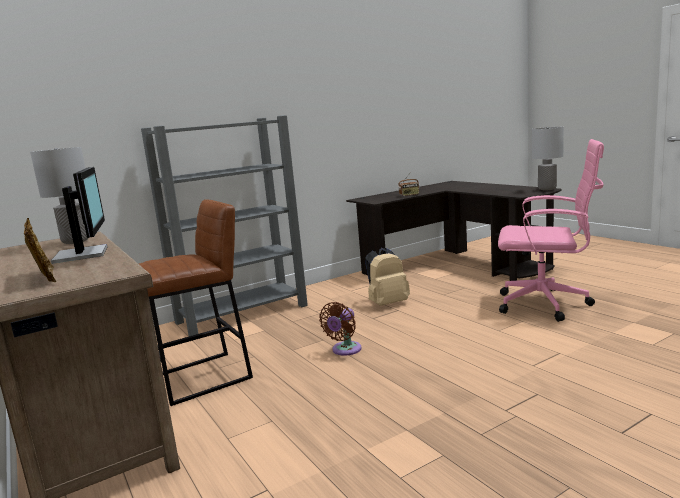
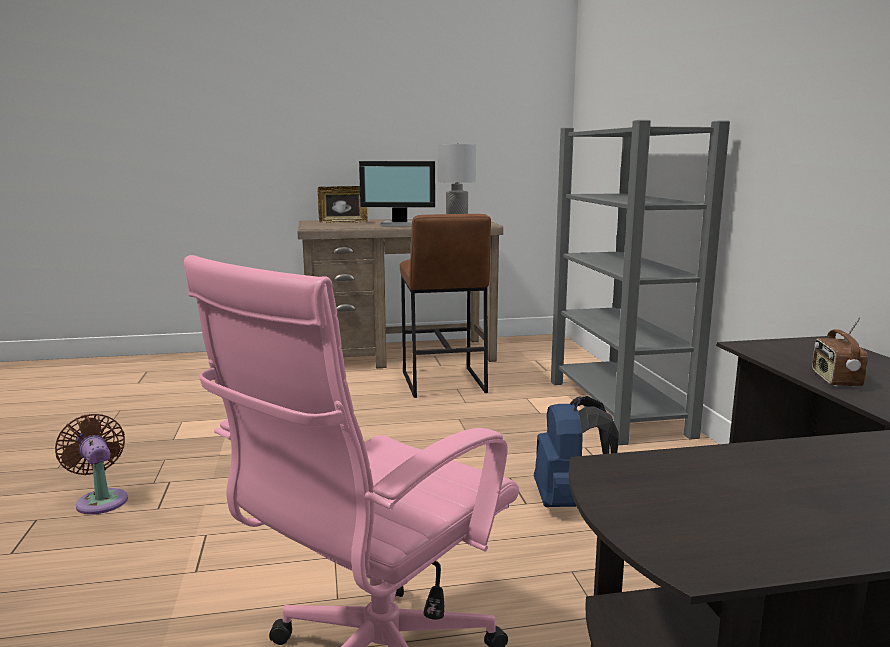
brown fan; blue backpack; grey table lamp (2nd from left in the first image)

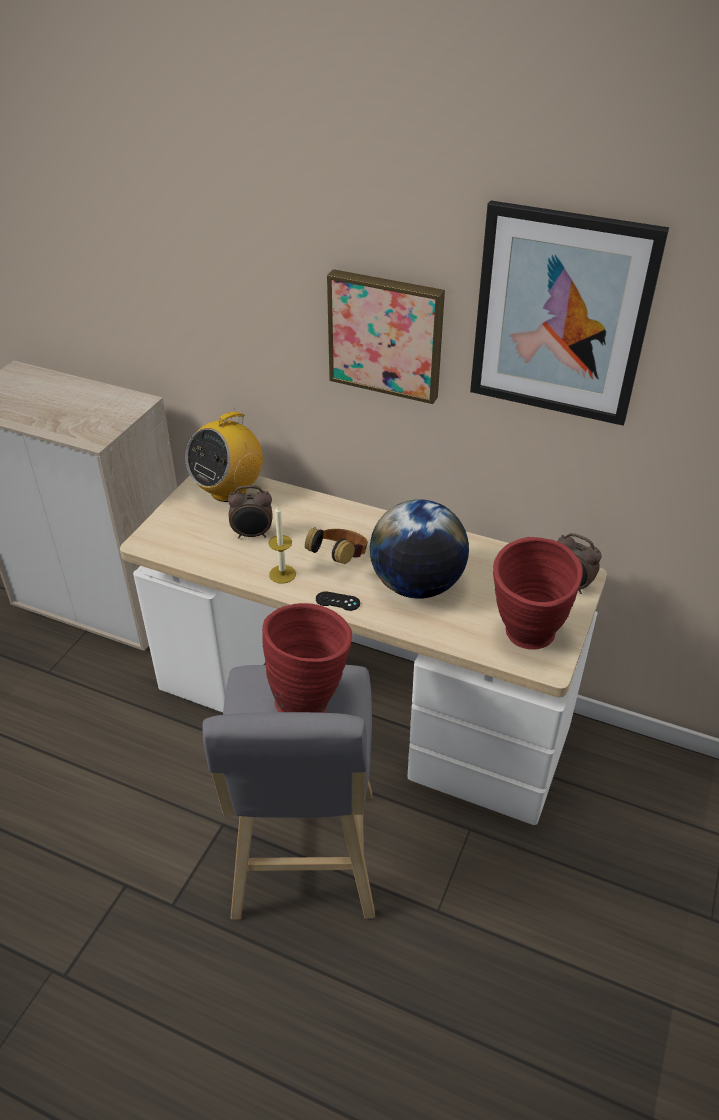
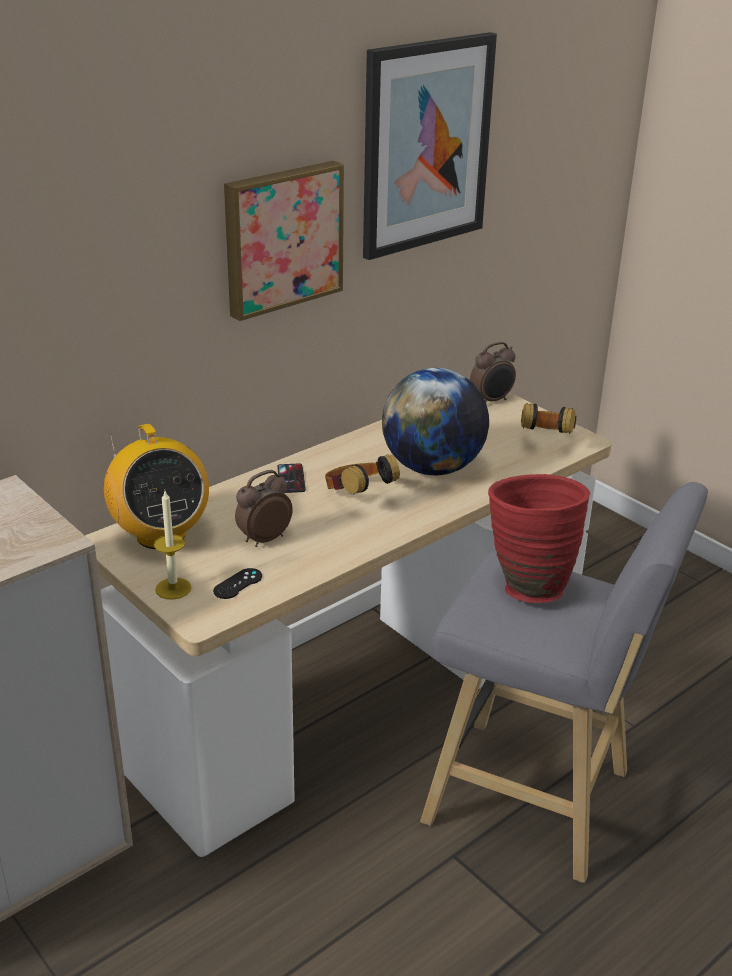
candle; black game controller; alarm clock (1st from left); phone; headphones (2nd from left)

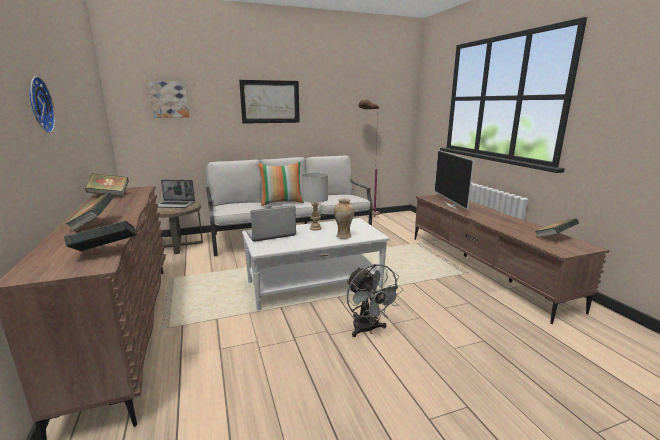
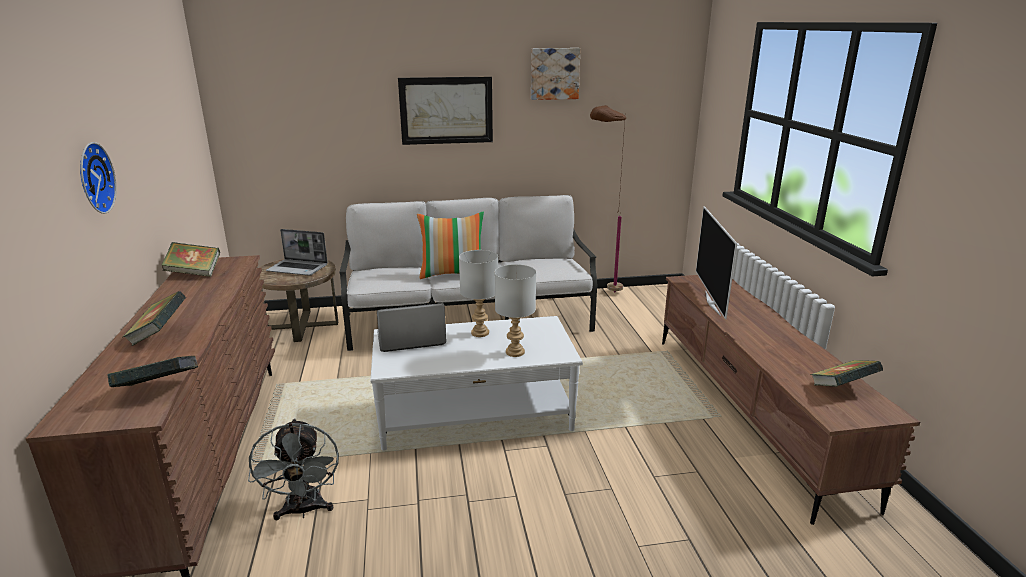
grey fan; grey table lamp (2nd from left); picture (2nd from left)

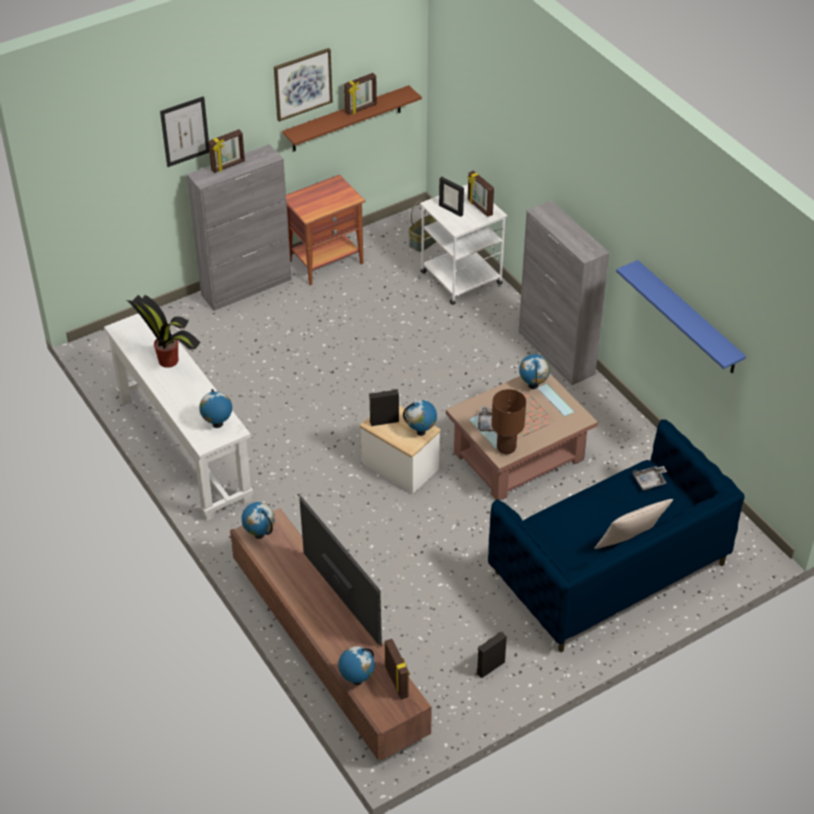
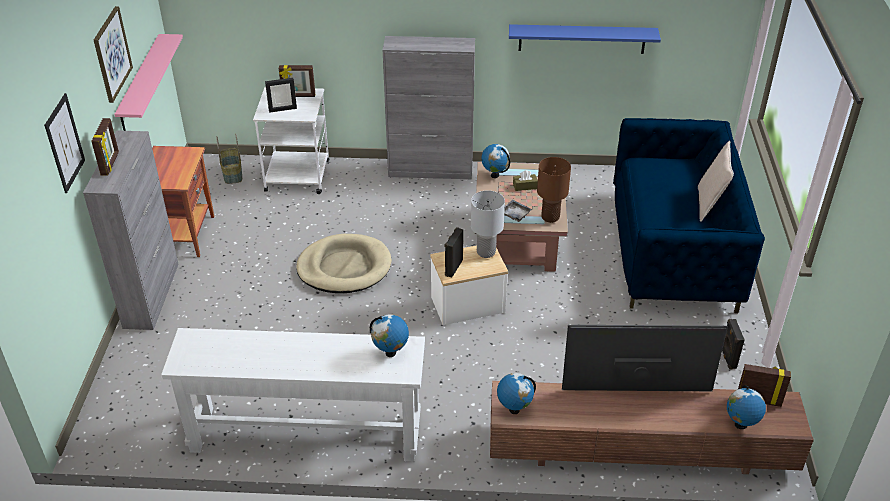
pink shelf; beige dog bed; grey table lamp; brown tissue box; potted plant; picture frame (2nd from left in the first image); grey tray (2nd from left in the first image)

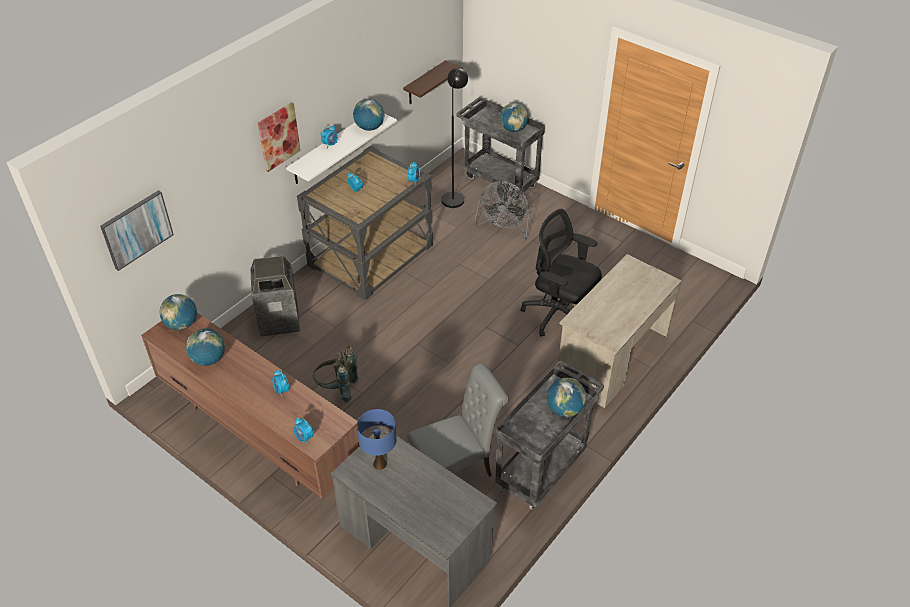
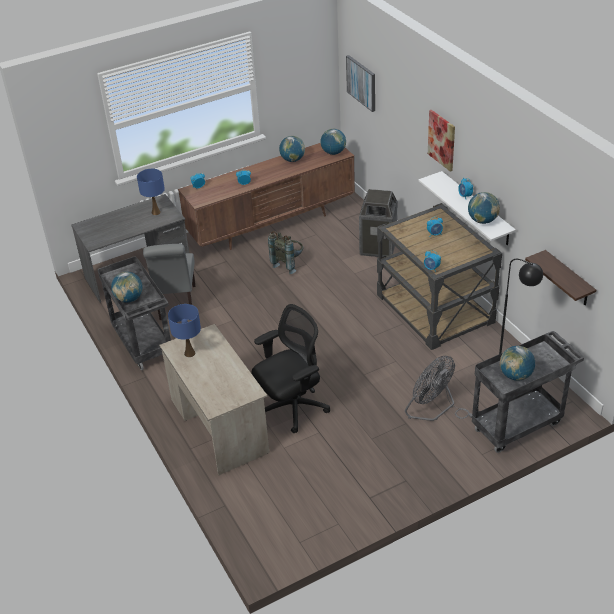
blue table lamp (2nd from left)

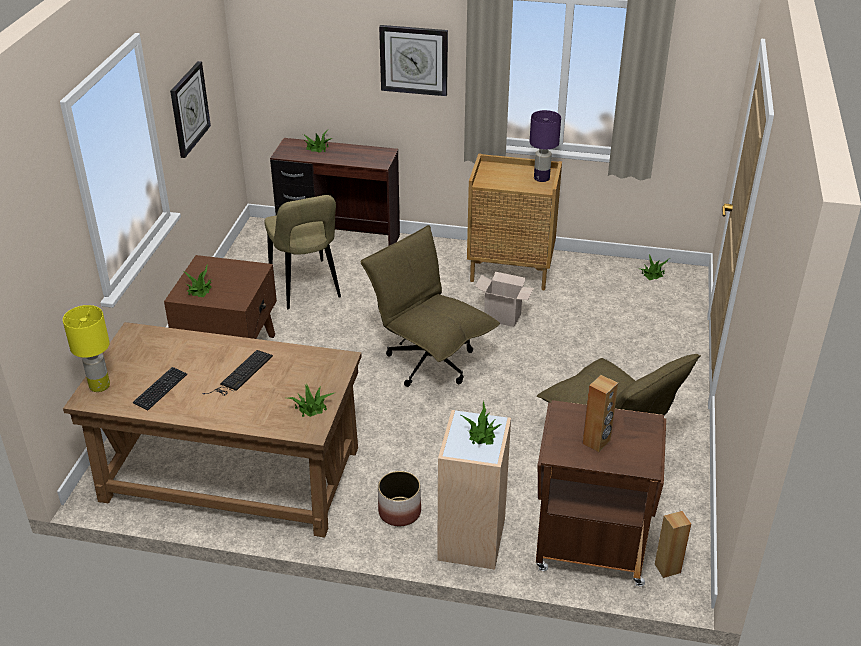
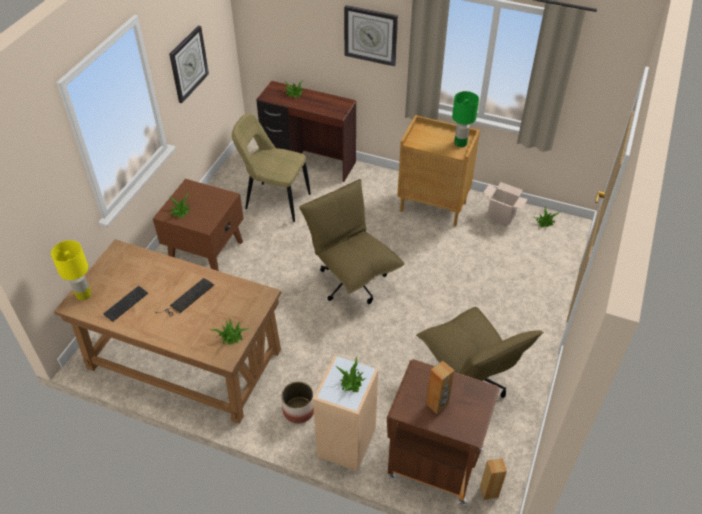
beige chair; green table lamp; cardboard box

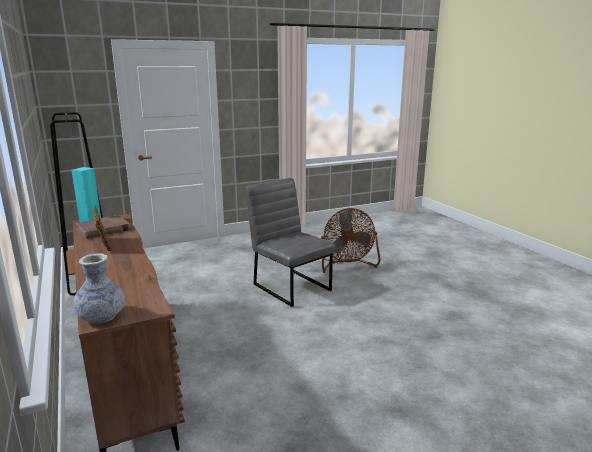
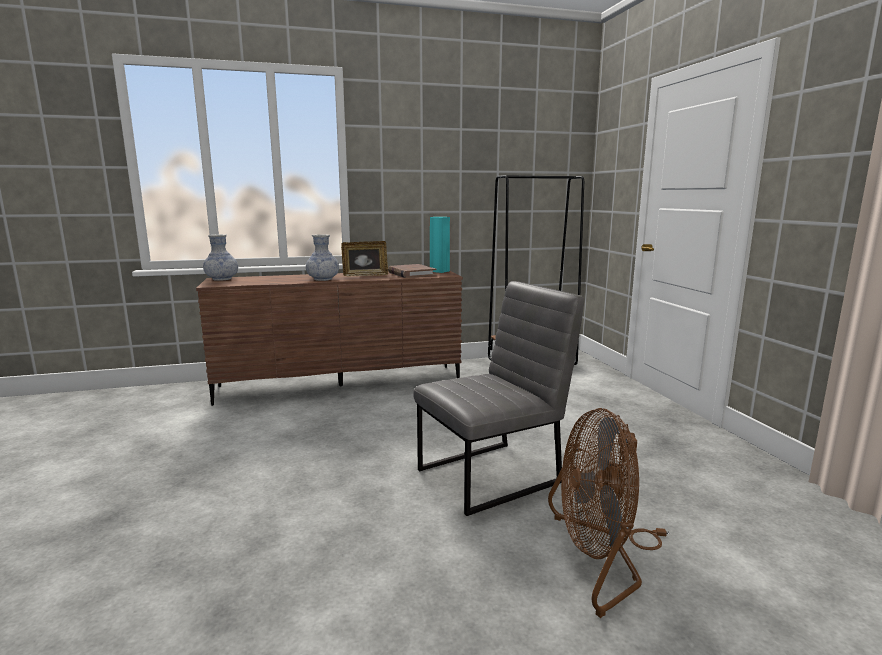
vase (2nd from left)

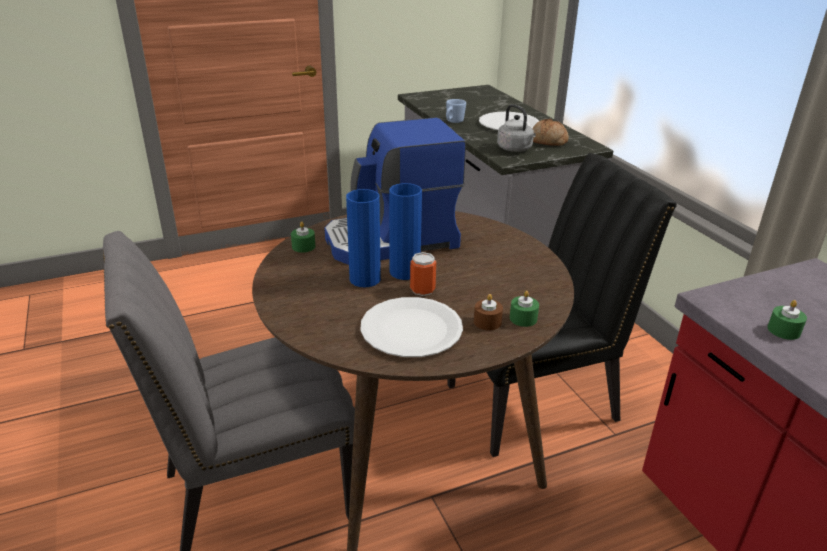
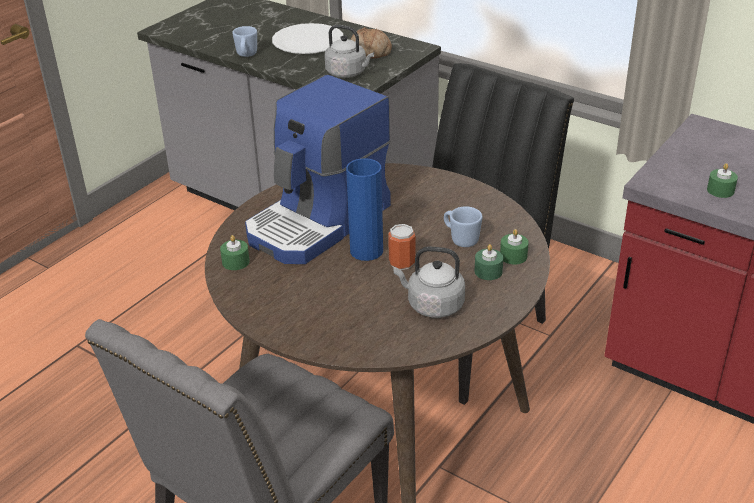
grey kettle (2nd from left); blue mug (2nd from left); green candle (2nd from left); blue vase (1st from left in the first image)

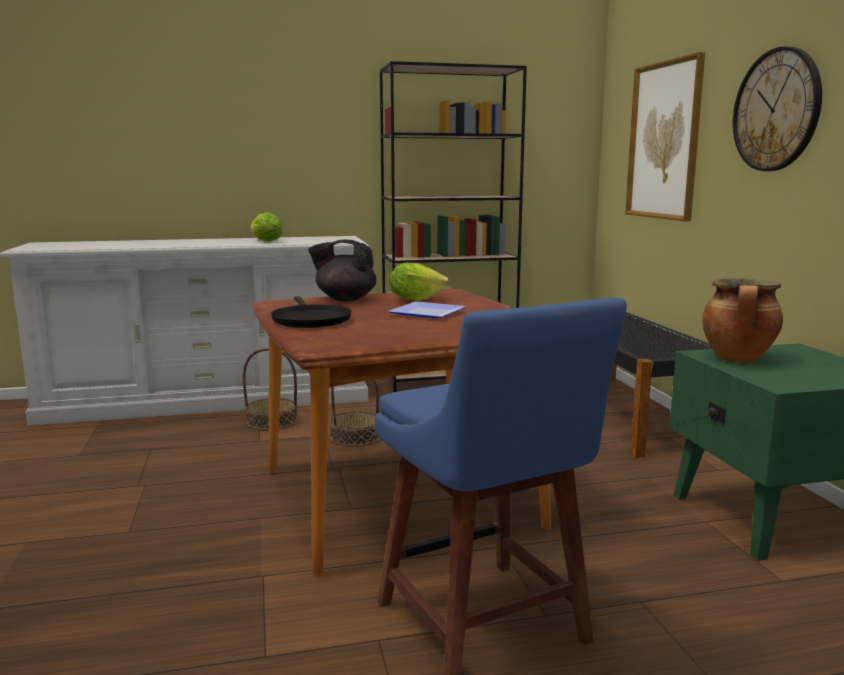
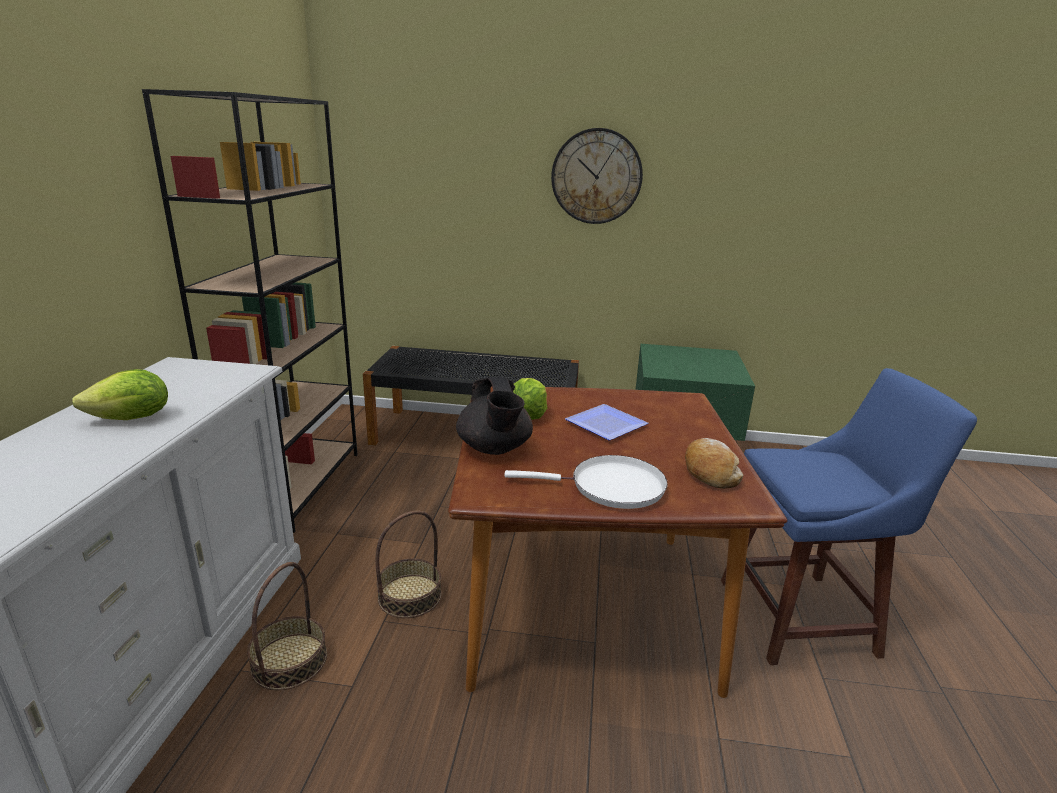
black teapot; white frying pan; bread; picture; cooking pot

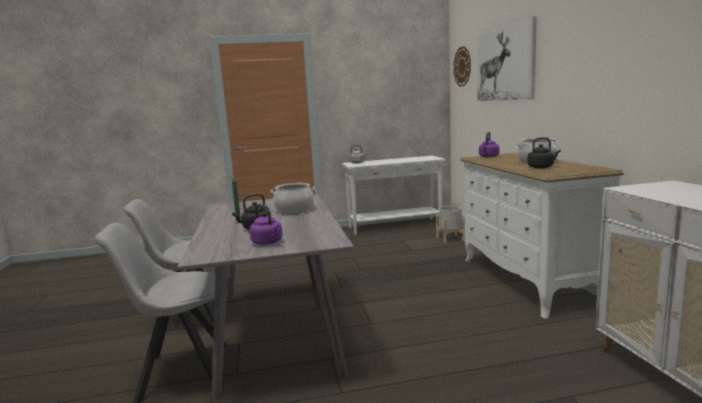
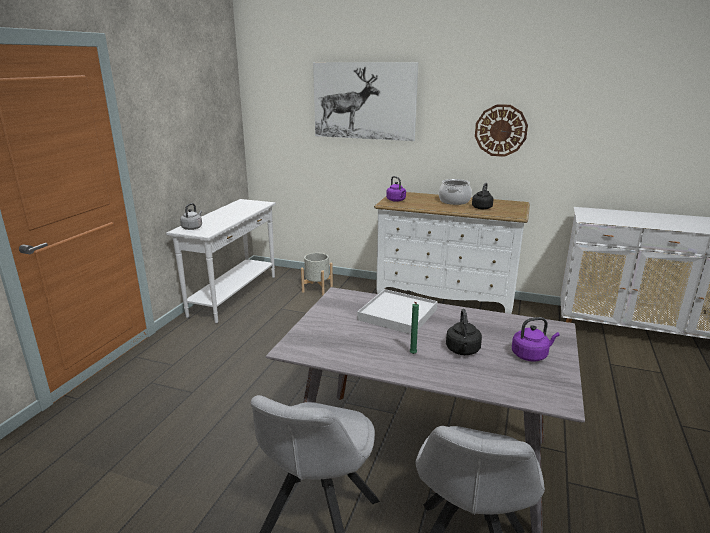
white tray; wall clock

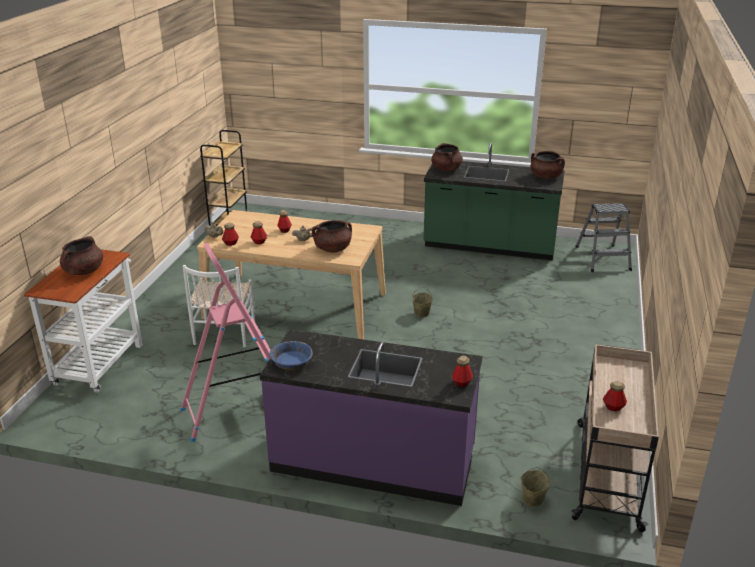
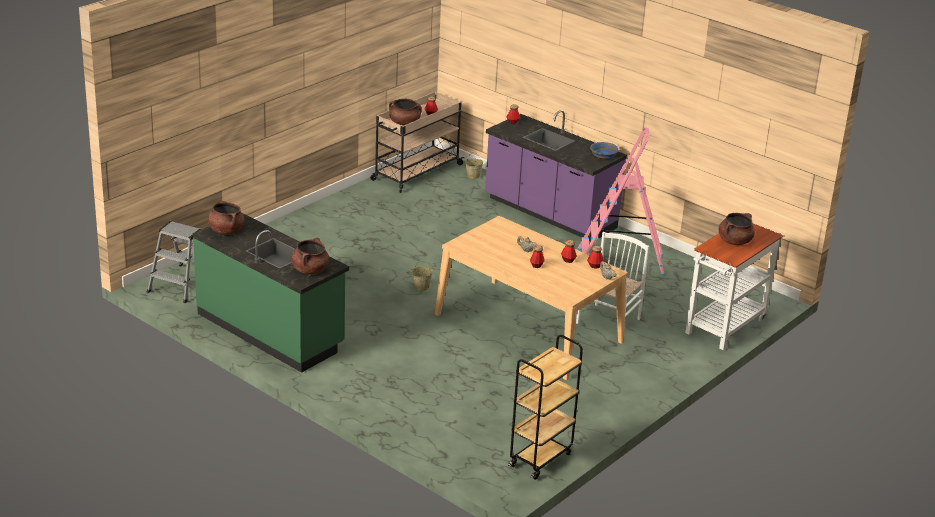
brown cooking pot (3rd from left)

